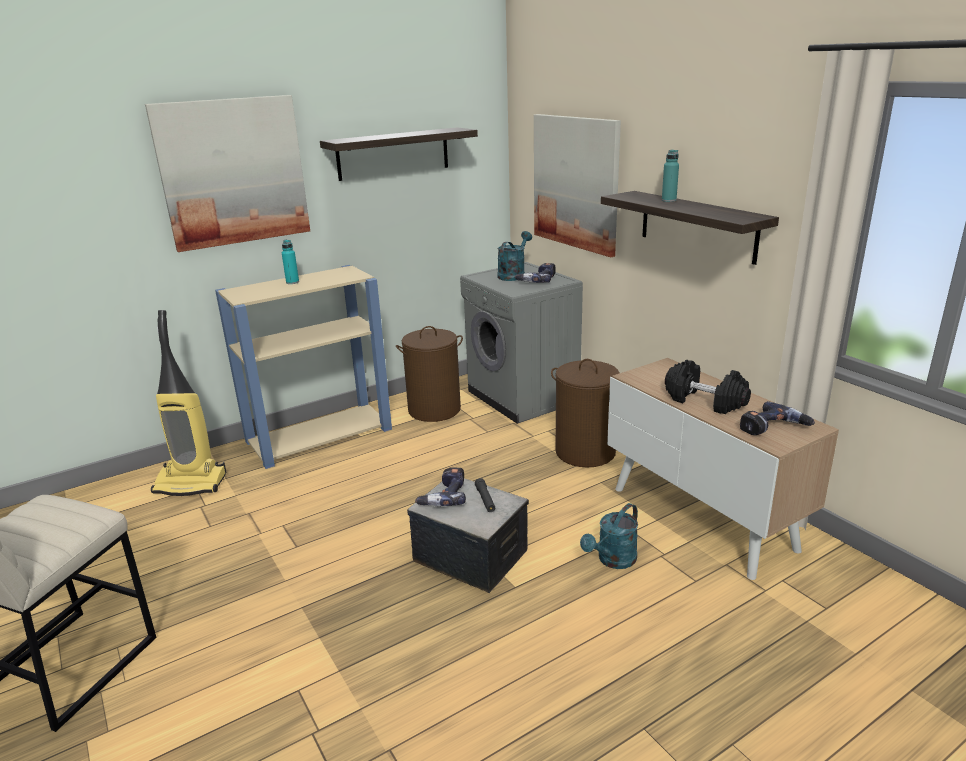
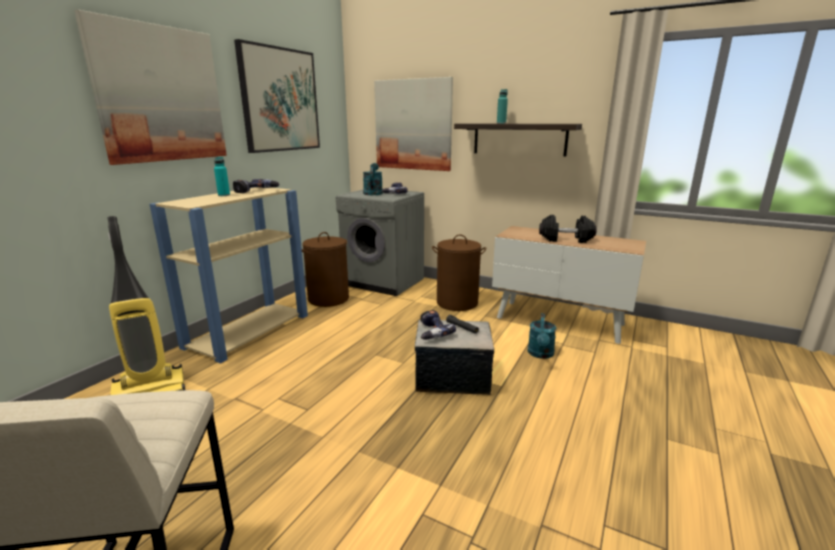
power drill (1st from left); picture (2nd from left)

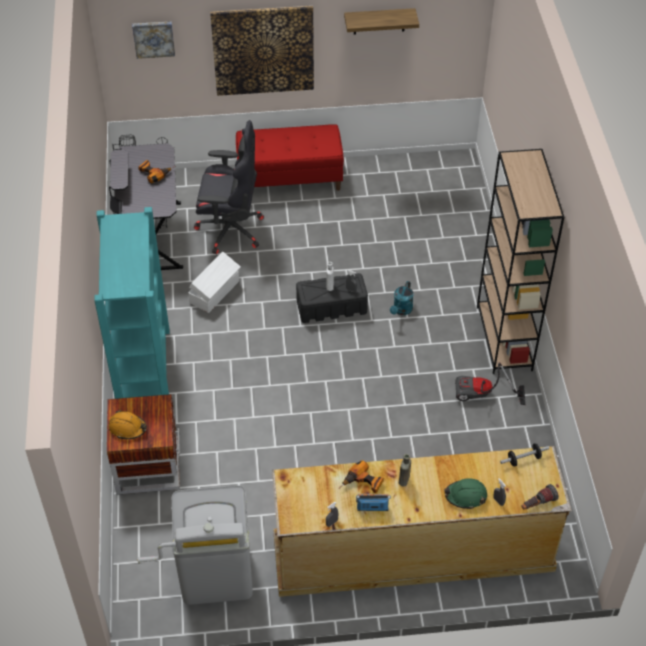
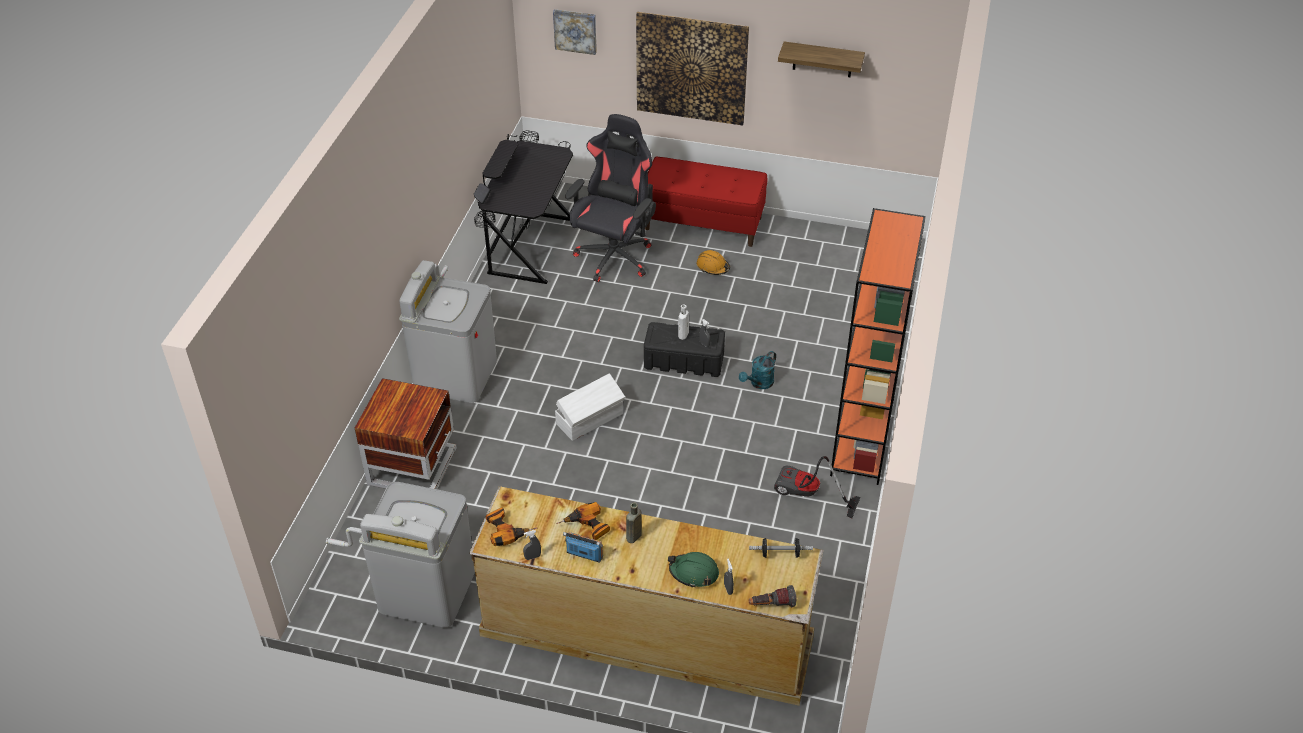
grey washing machine (2nd from left); power drill (1st from left); white storage box; black office chair; orange hard hat; orange bookcase

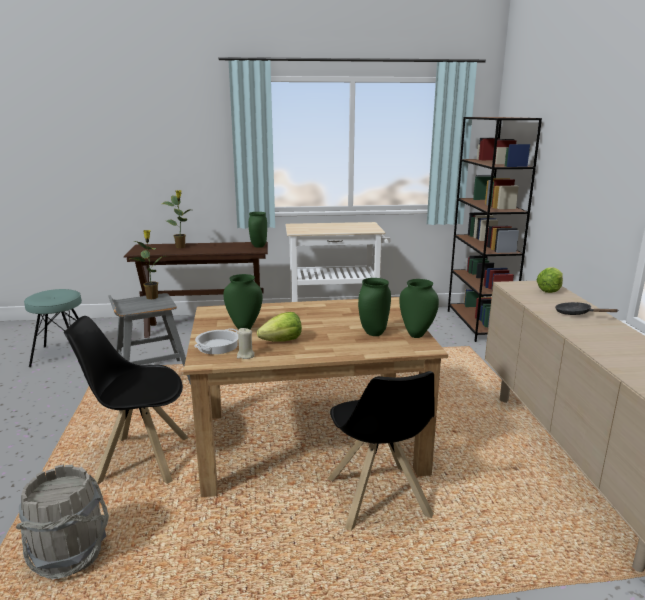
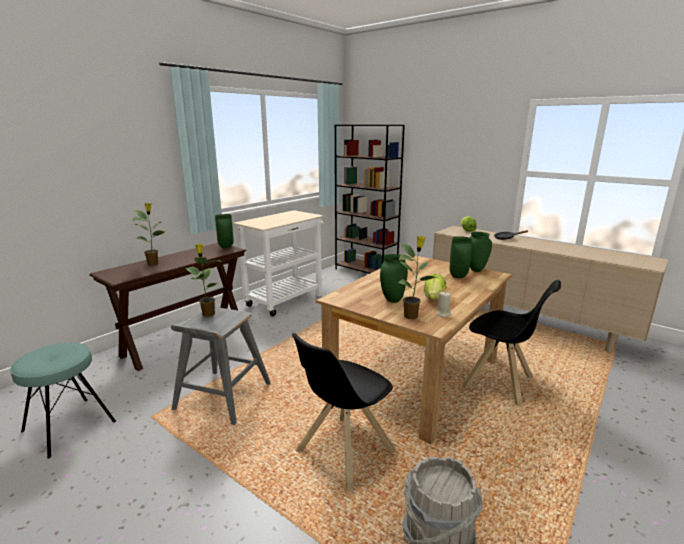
potted plant (3rd from left)

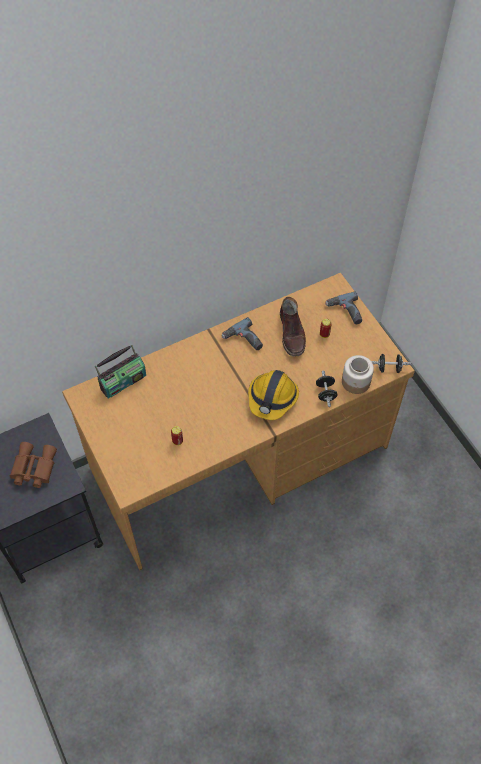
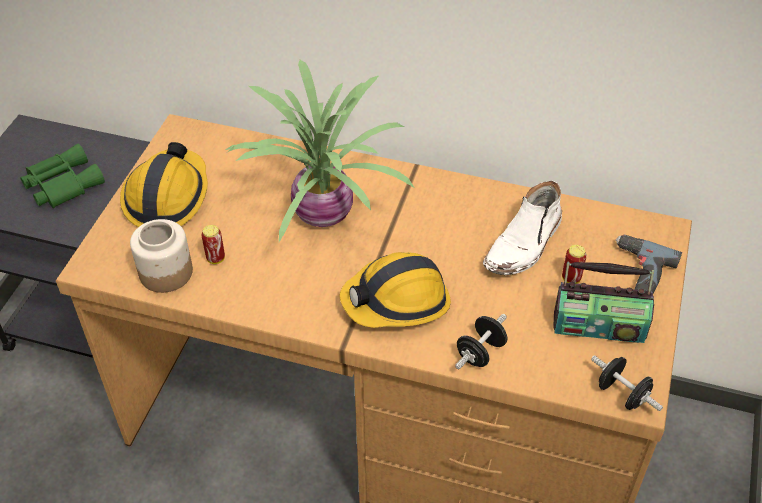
green binoculars; hard hat (1st from left); jar; potted plant; white boot; radio; power drill (1st from left in the first image)

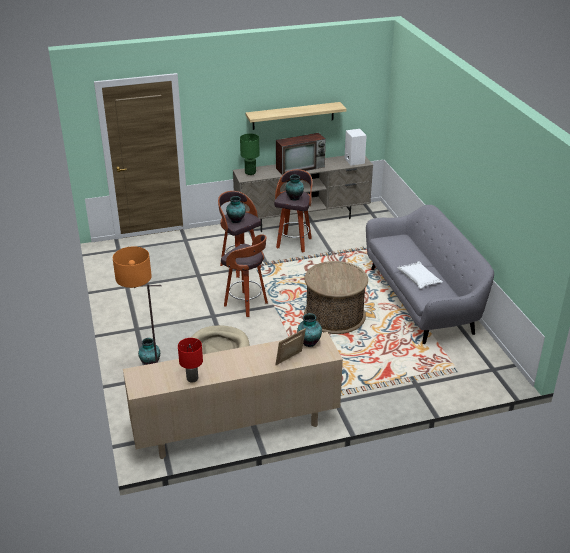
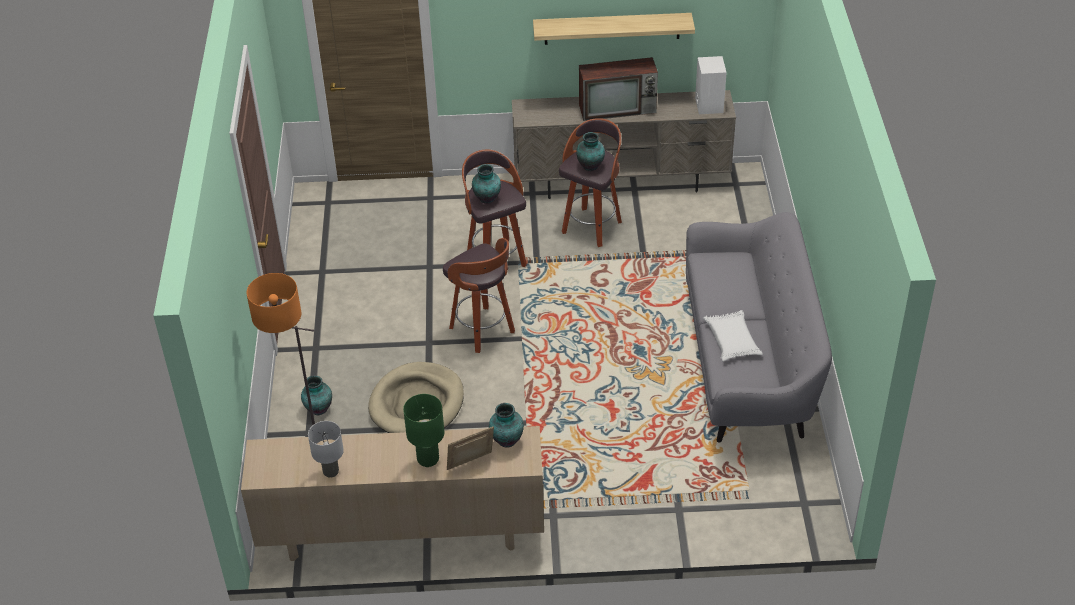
white table lamp; green table lamp; brown coffee table

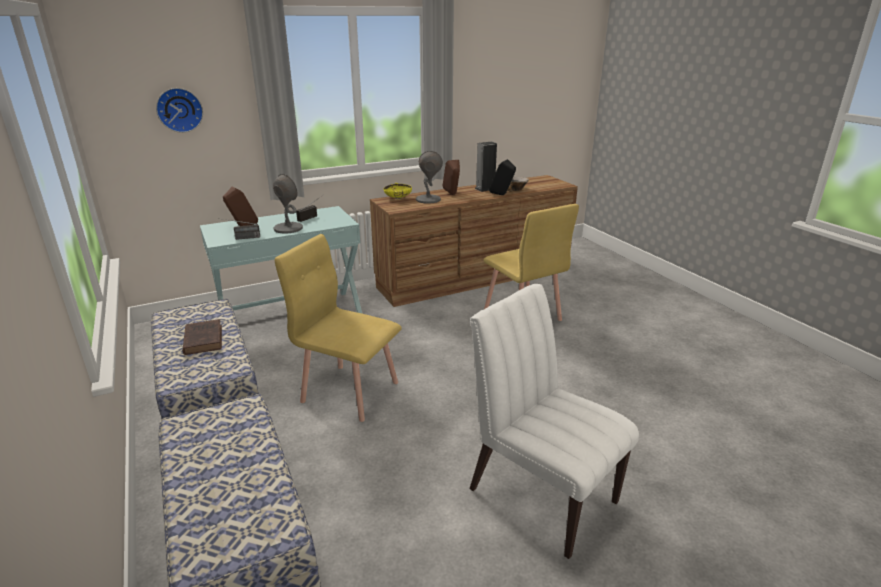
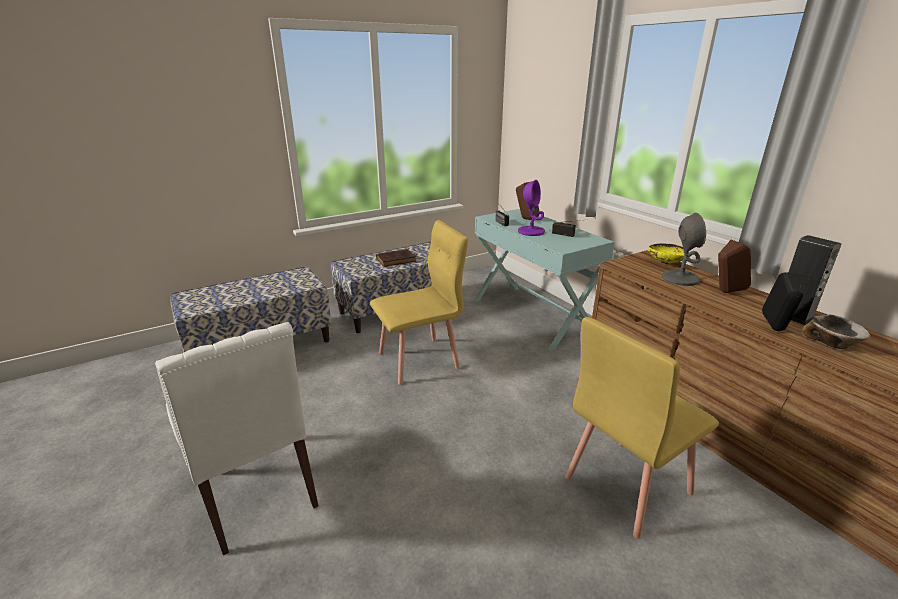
white chair; yellow chair (1st from left); purple table lamp; wall clock

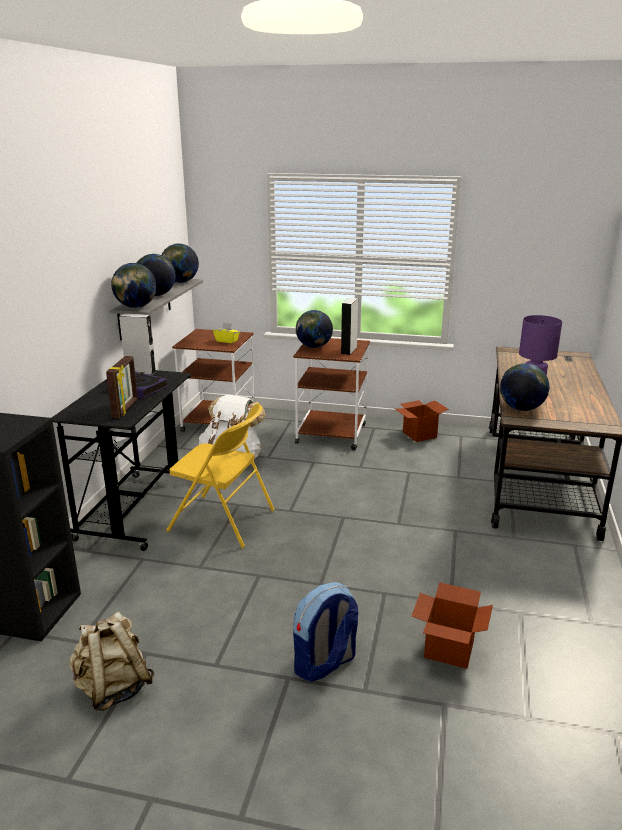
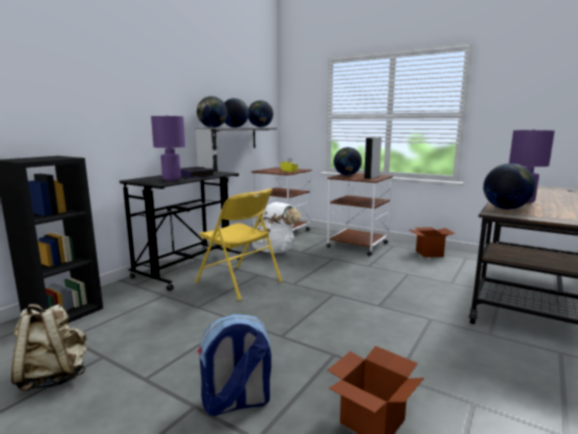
purple table lamp (1st from left)

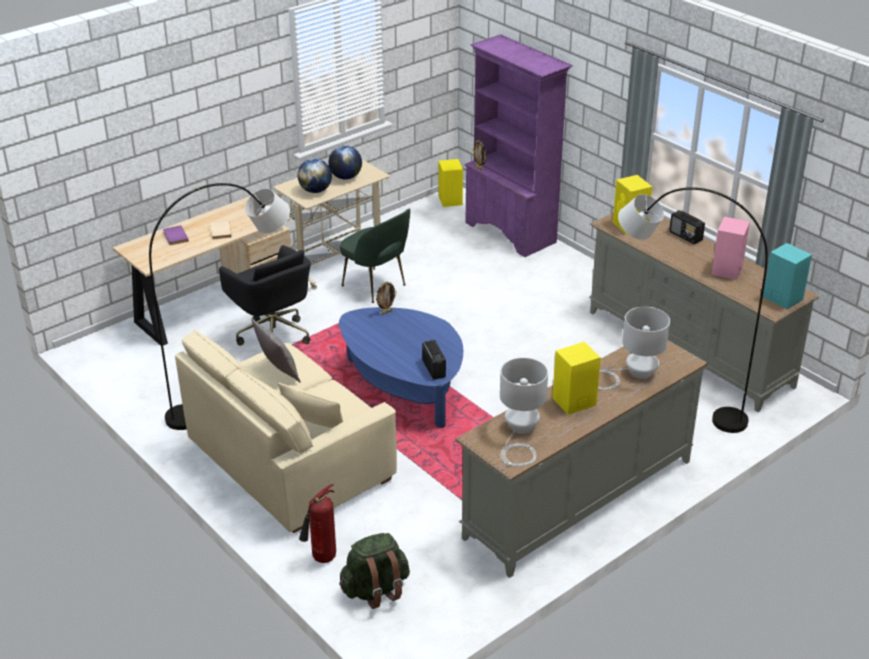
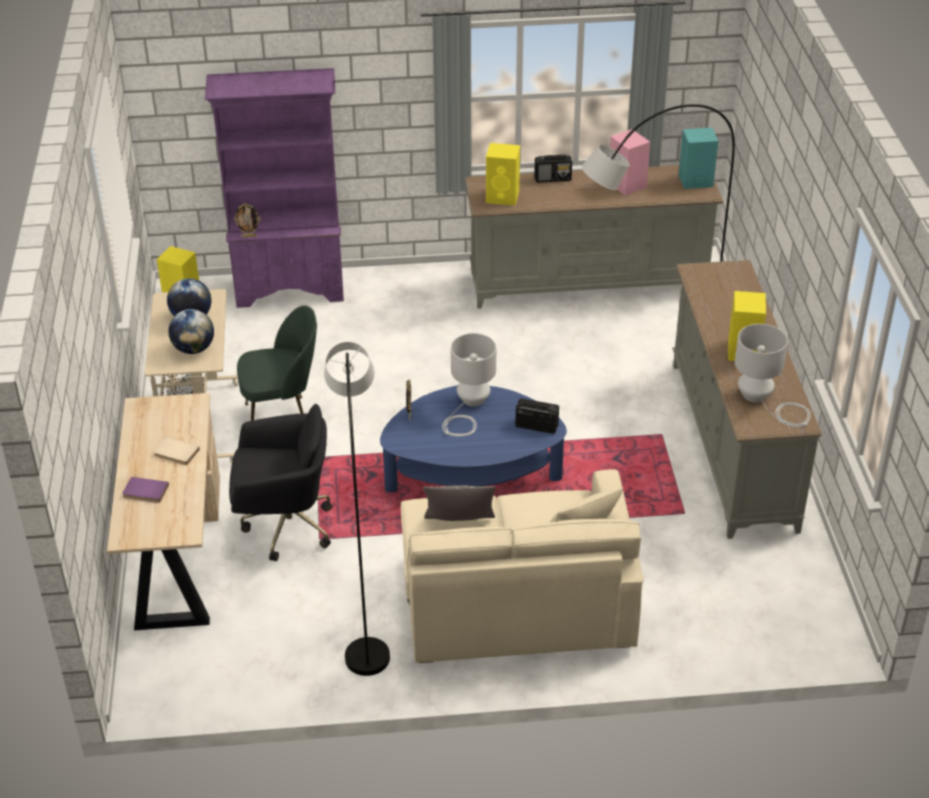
white table lamp (1st from left); fire extinguisher; green backpack

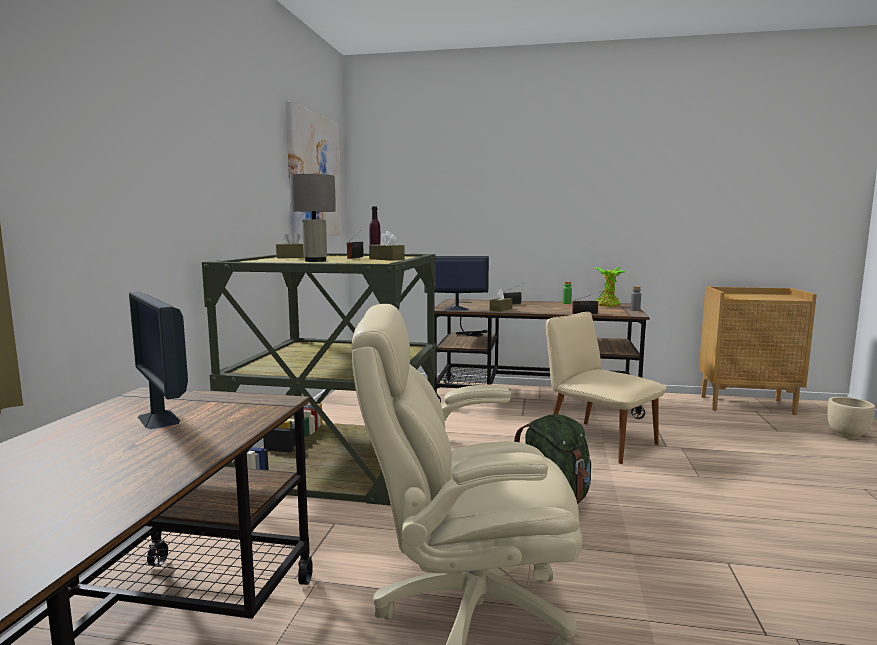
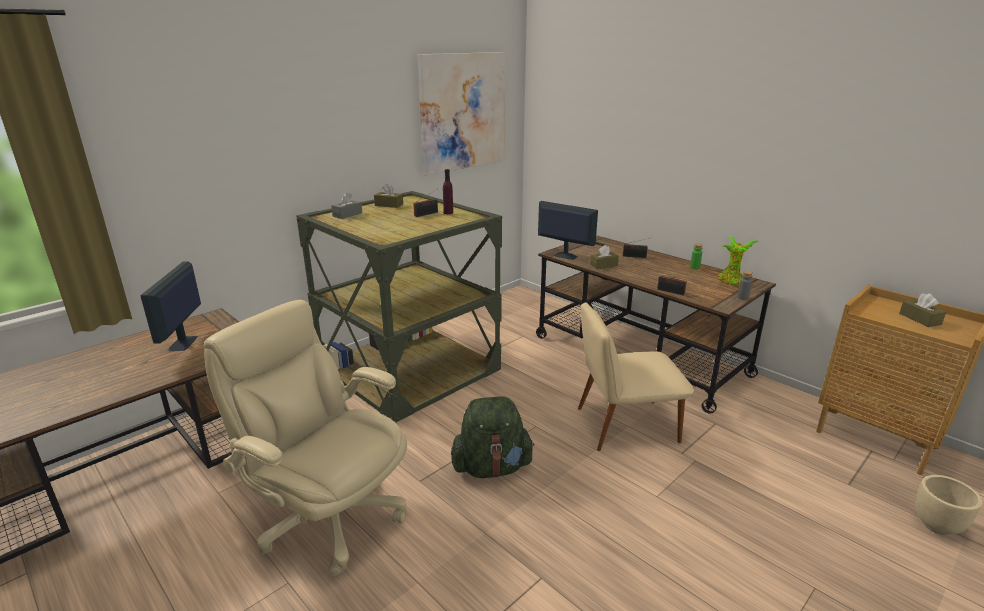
grey tissue box; beige chair; brown tissue box (3rd from left); grey table lamp

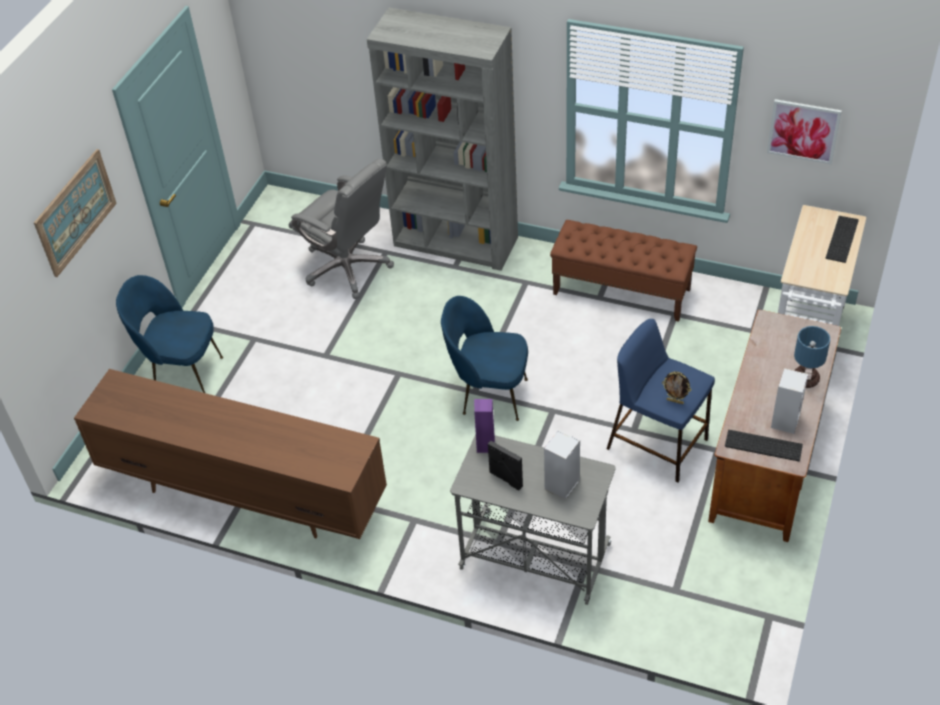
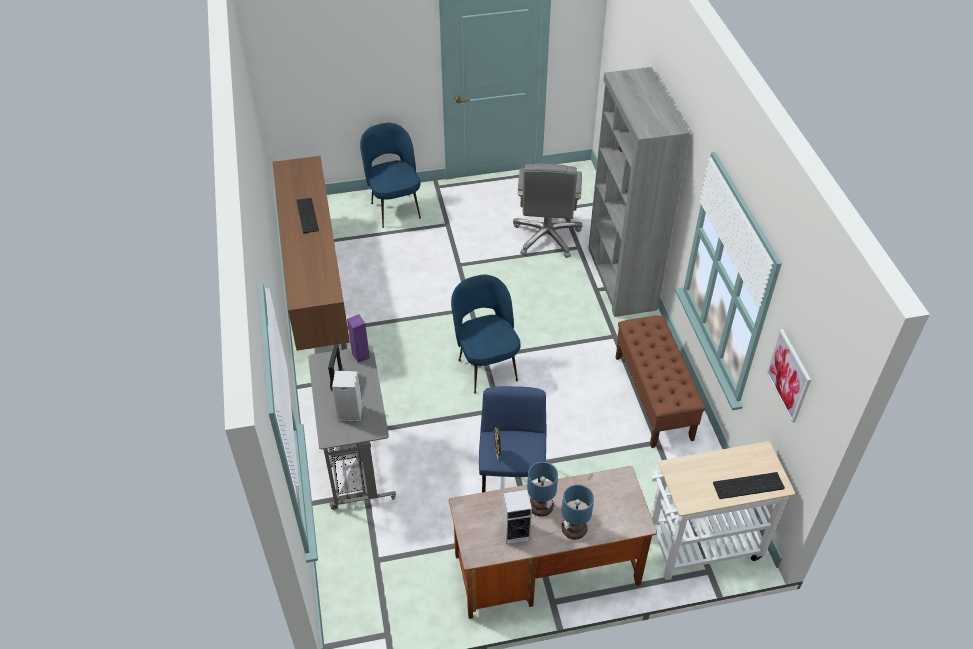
keyboard (1st from left); table lamp (1st from left); picture (1st from left in the first image)

